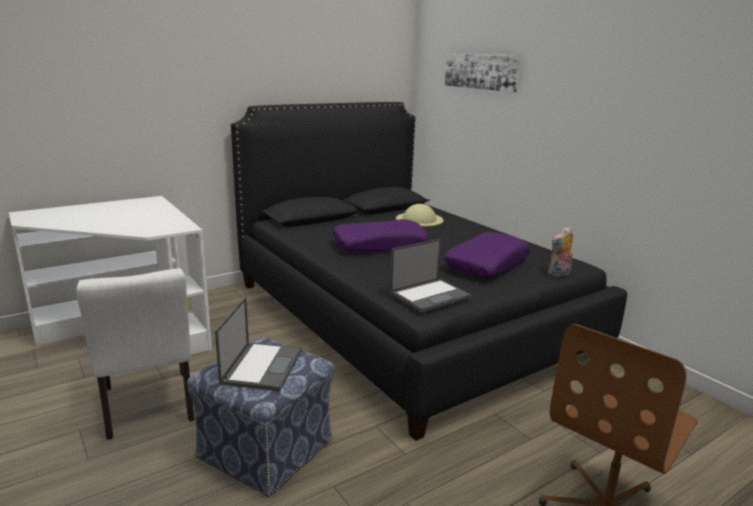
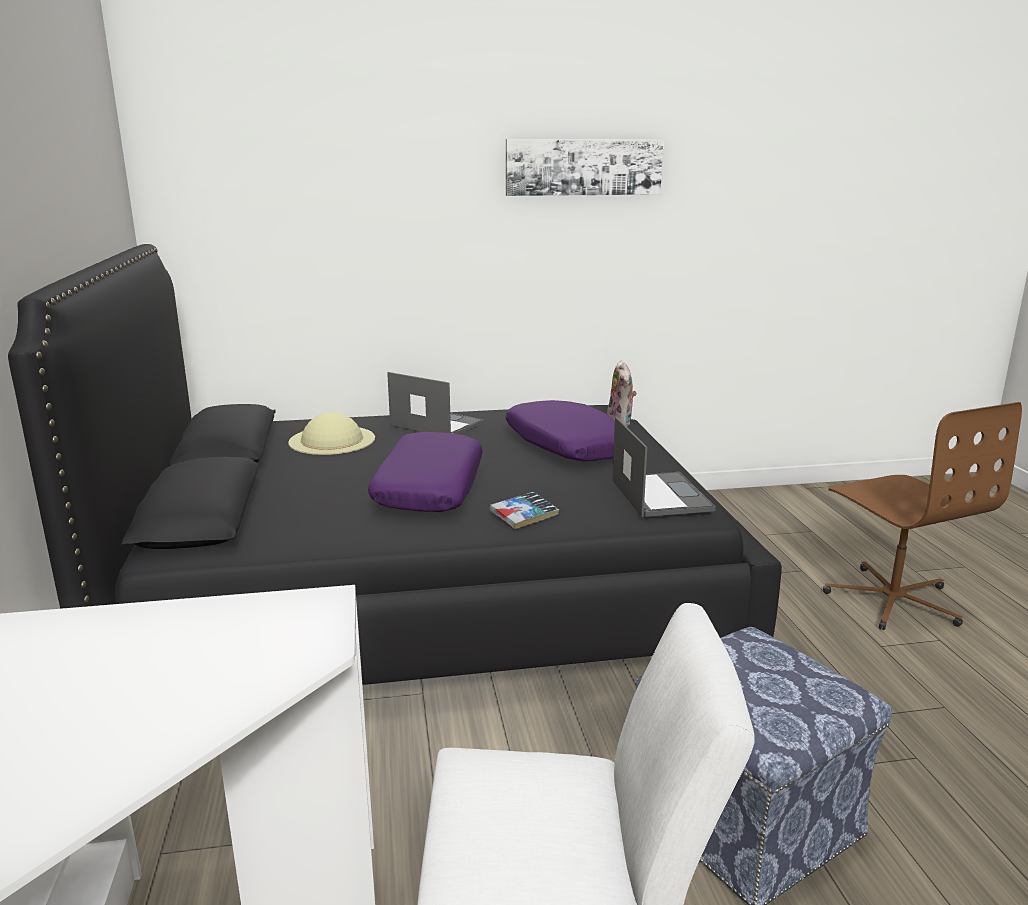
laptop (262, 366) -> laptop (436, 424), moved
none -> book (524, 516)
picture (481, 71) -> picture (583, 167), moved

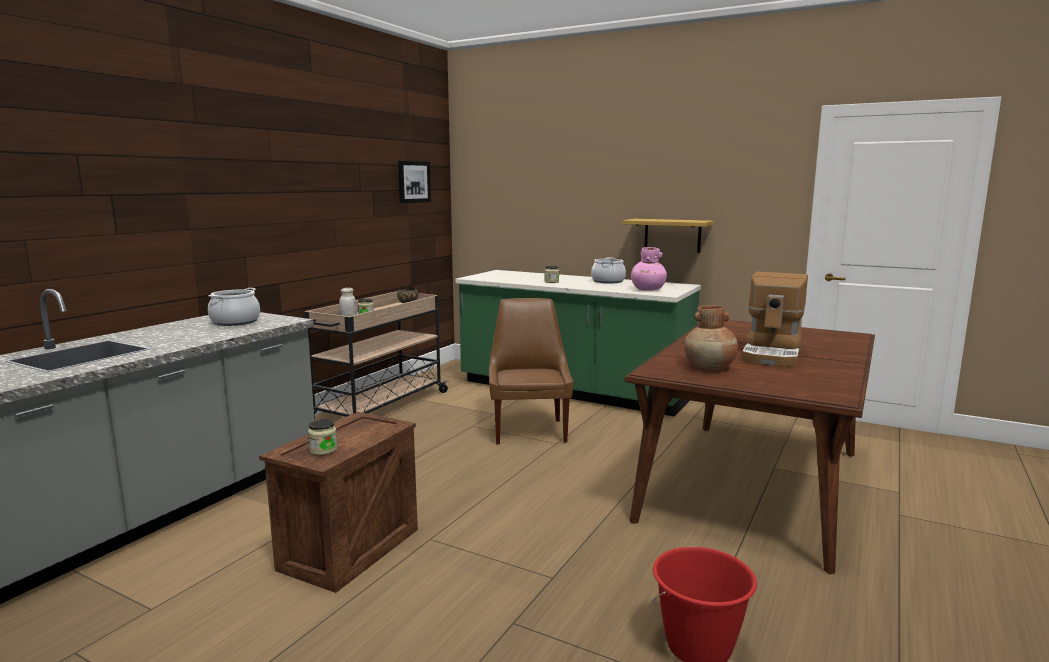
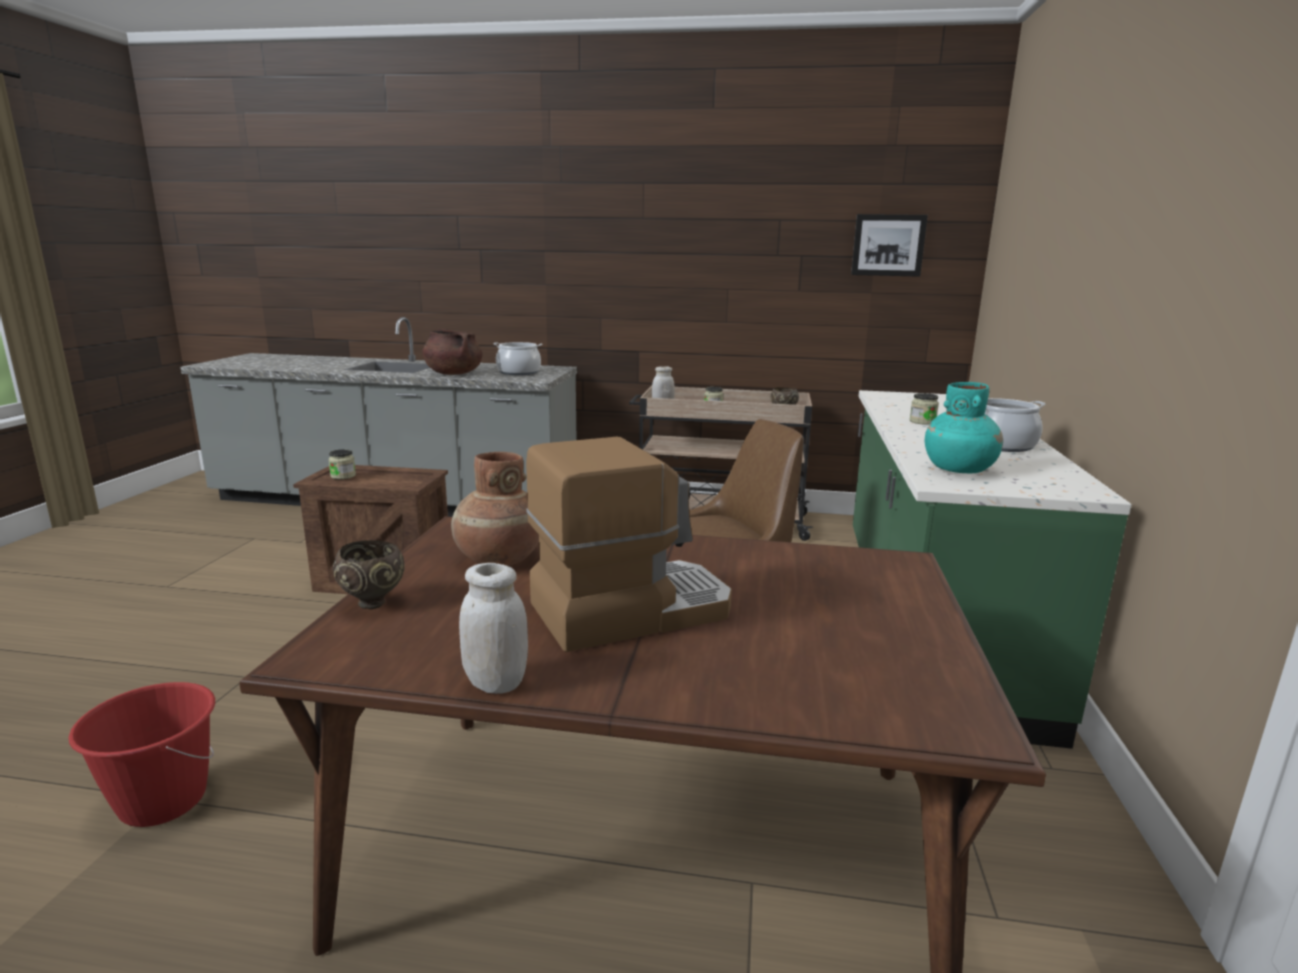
none -> brown bowl (374, 603)
none -> brown cooking pot (453, 374)
none -> white jar (496, 683)
coffee machine (773, 354) -> coffee machine (630, 609), 150 degrees clockwise
pink vase (648, 290) -> turquoise vase (959, 470)
shelf (672, 235) -> none

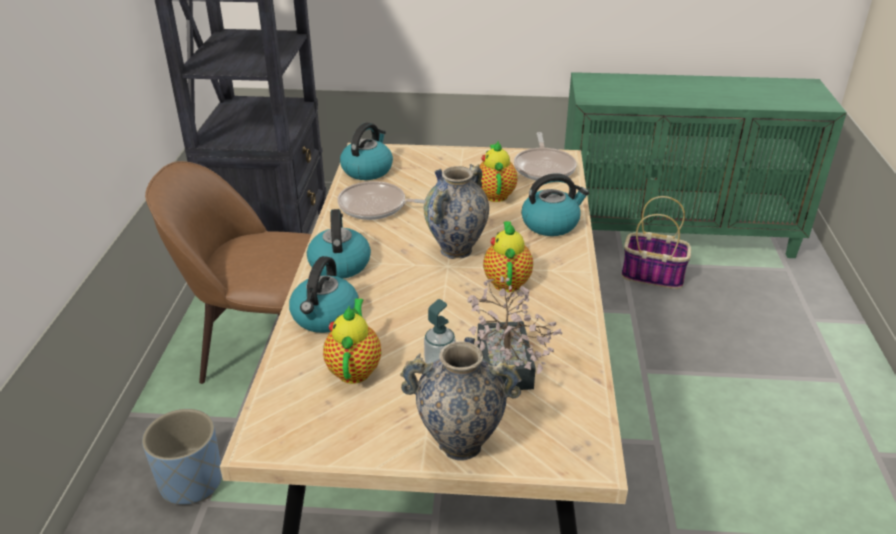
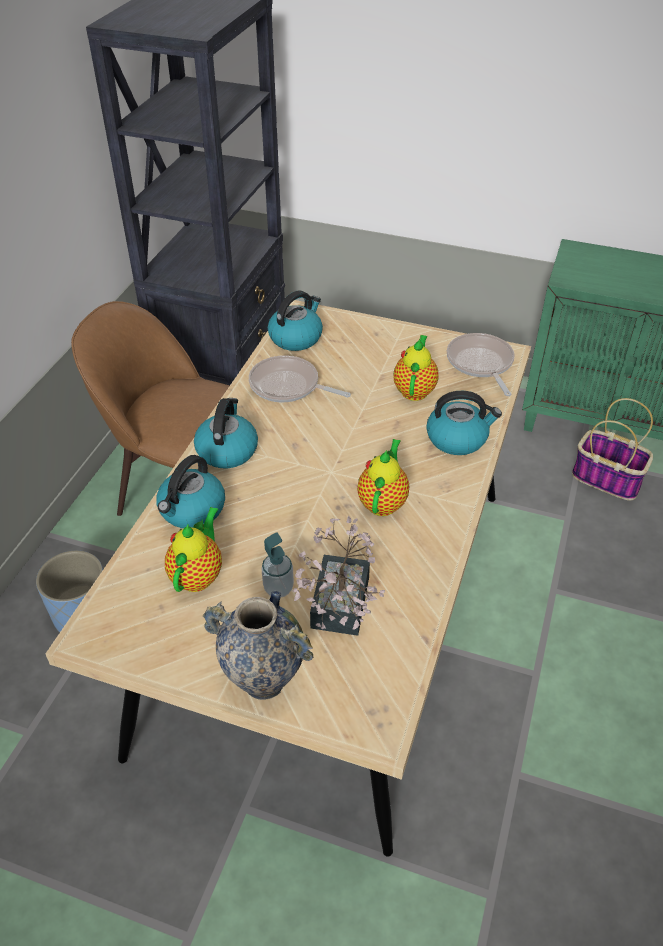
frying pan (544, 167) -> frying pan (480, 364), 150 degrees clockwise
vase (456, 250) -> none

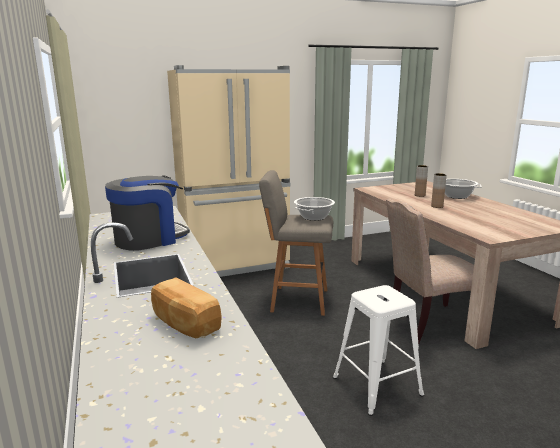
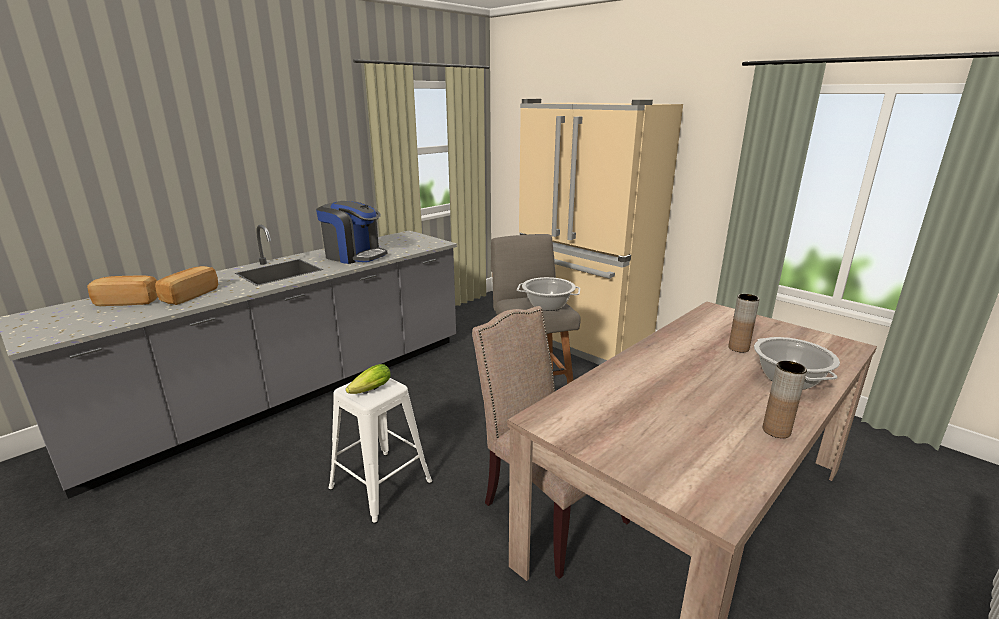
none -> bread (128, 301)
none -> lettuce (368, 391)
brown vase (437, 206) -> brown vase (776, 431), moved

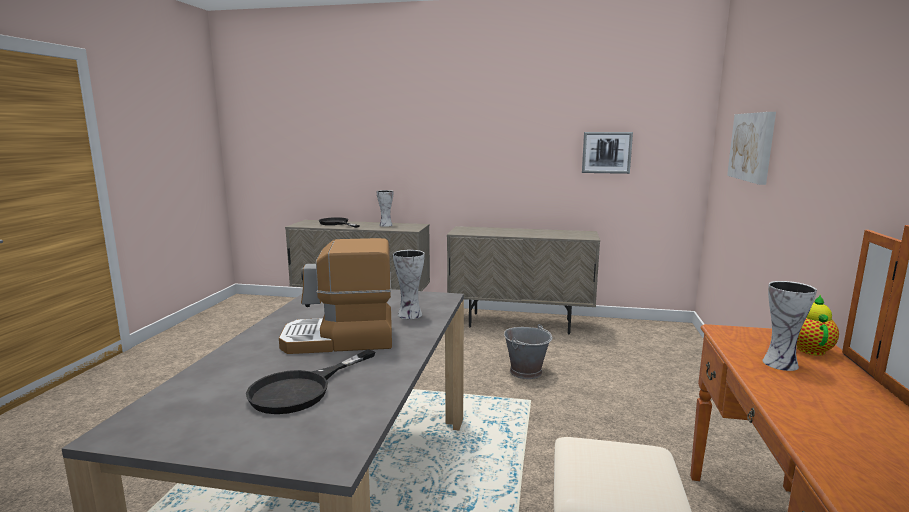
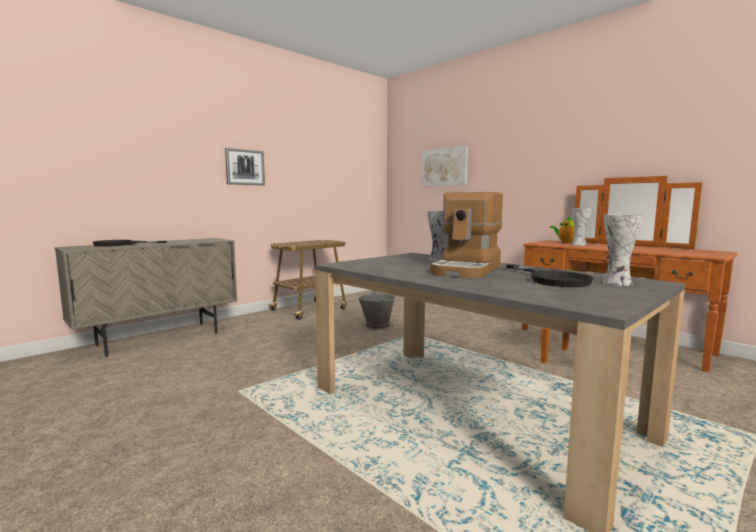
picture (606, 152) -> picture (245, 167), moved
beige cabinet (520, 323) -> cart (310, 309)
vase (385, 225) -> vase (617, 283), moved

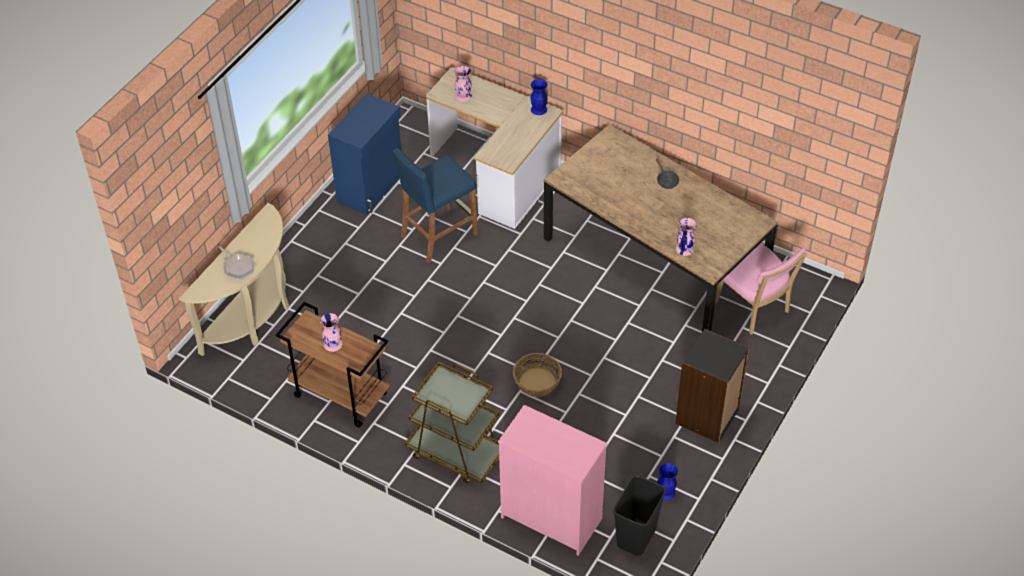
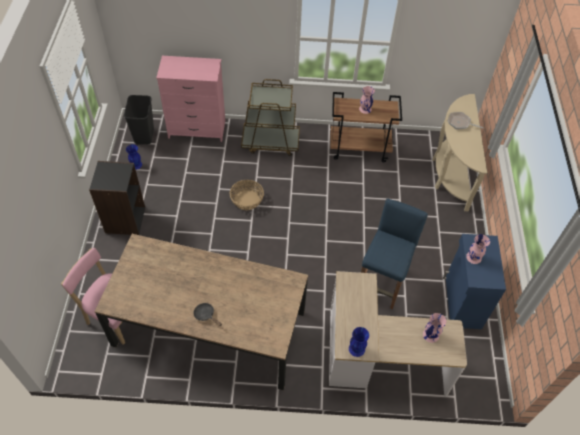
pink vase (684, 248) -> pink vase (474, 257), moved

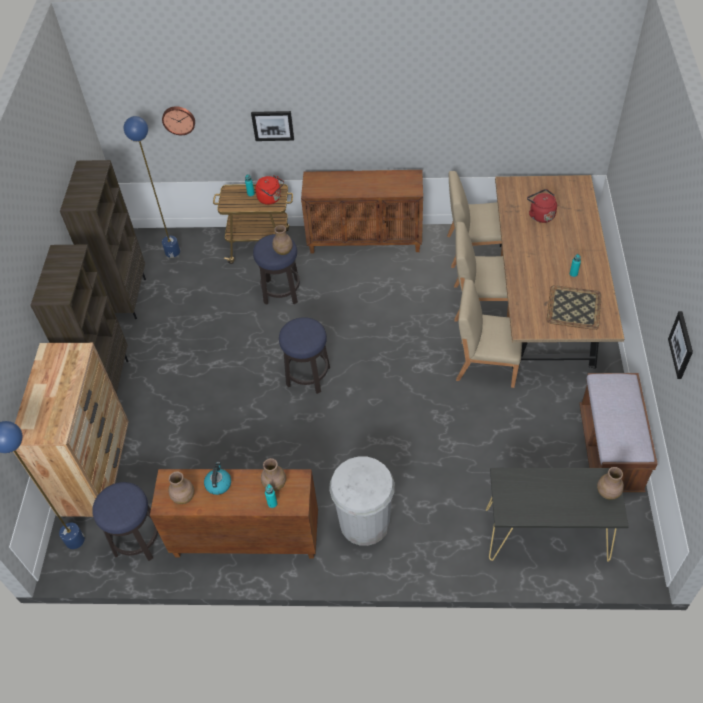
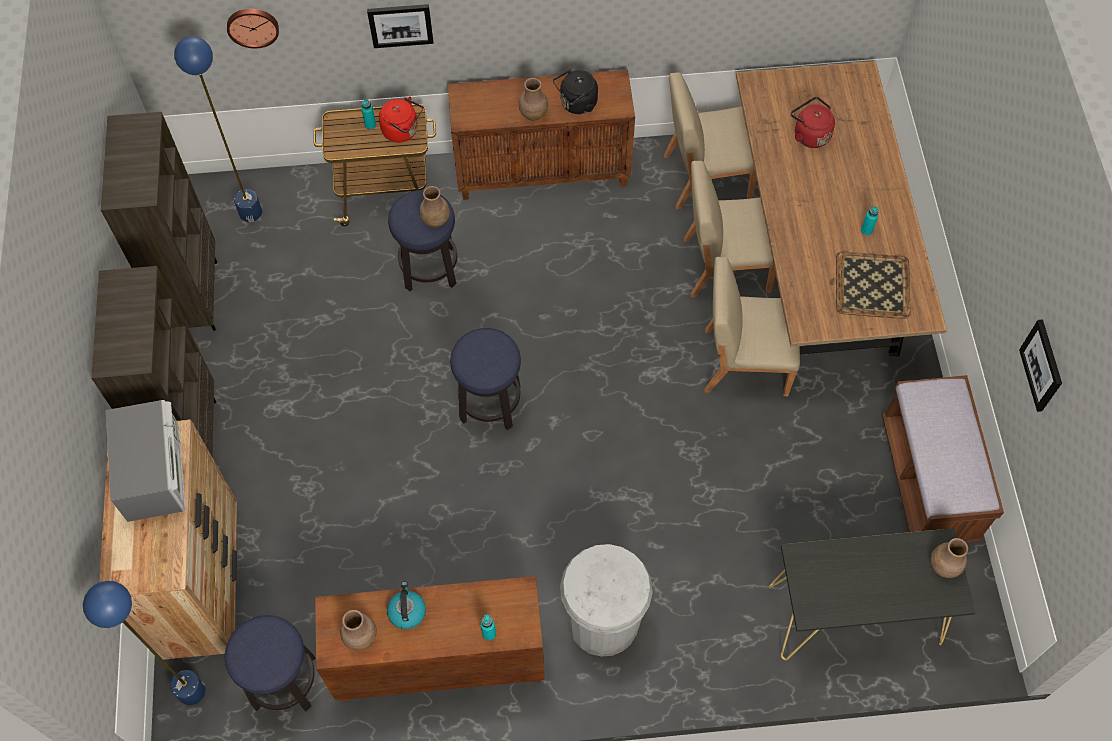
none -> microwave (155, 471)
brown vase (274, 484) -> brown vase (533, 114), moved
none -> black kettle (576, 104)

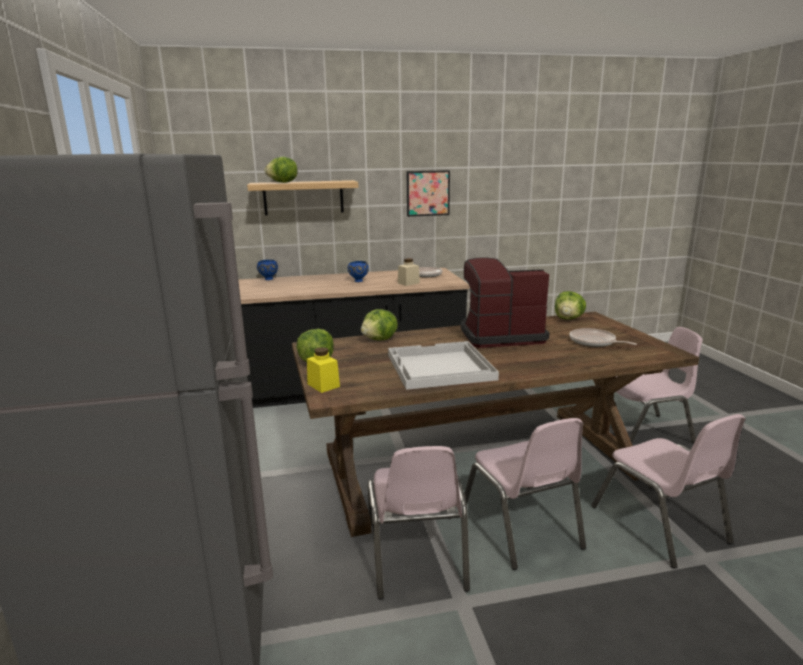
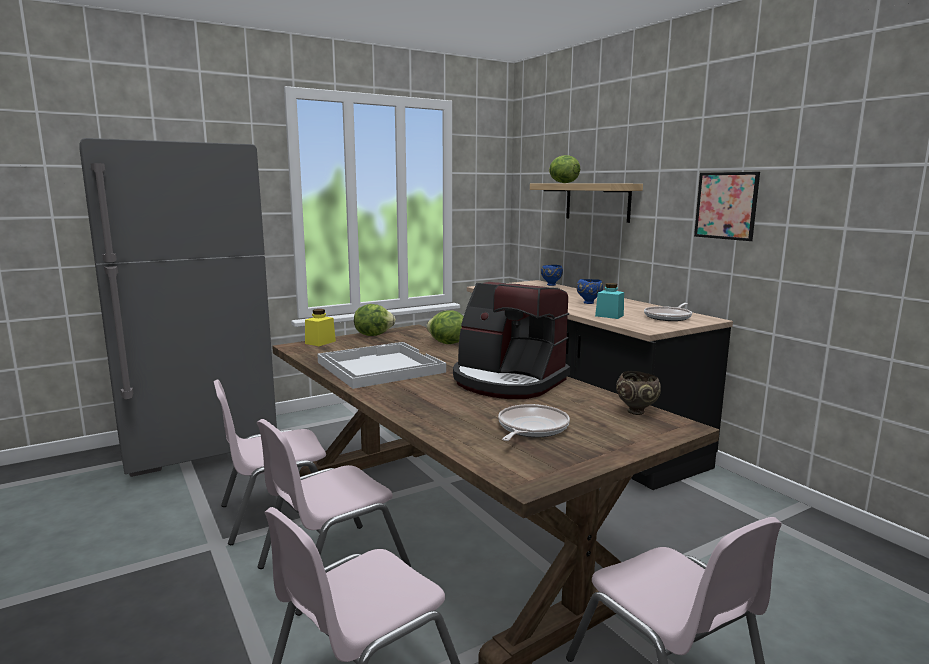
coffee machine (500, 335) -> coffee machine (507, 381), 150 degrees clockwise
beige jar (408, 283) -> turquoise jar (609, 316)
lettuce (568, 319) -> brown bowl (637, 412)

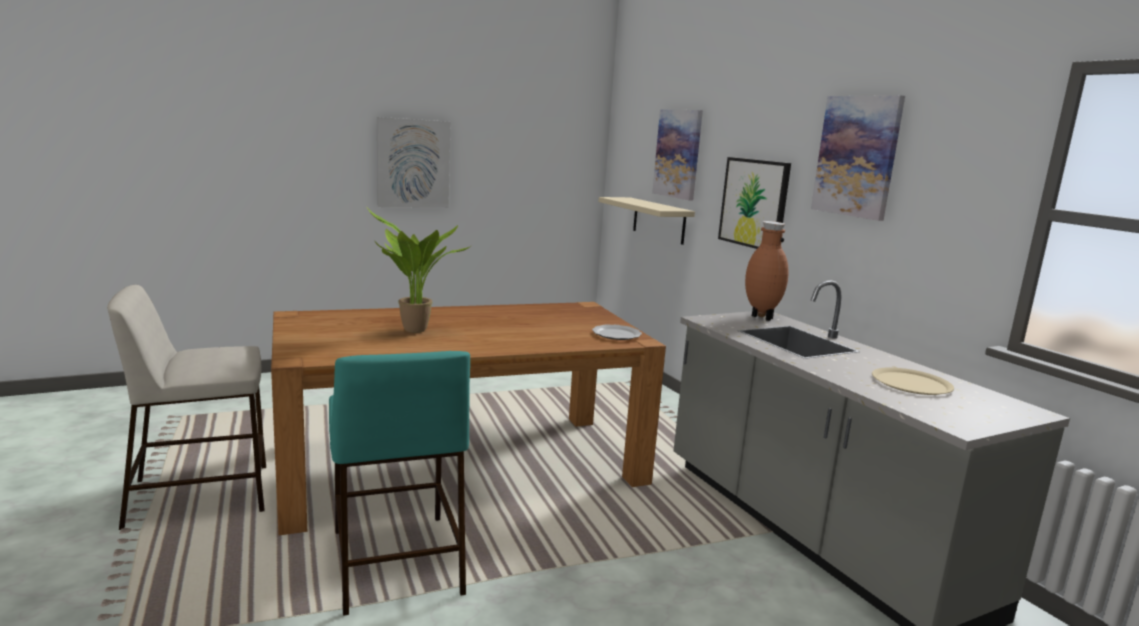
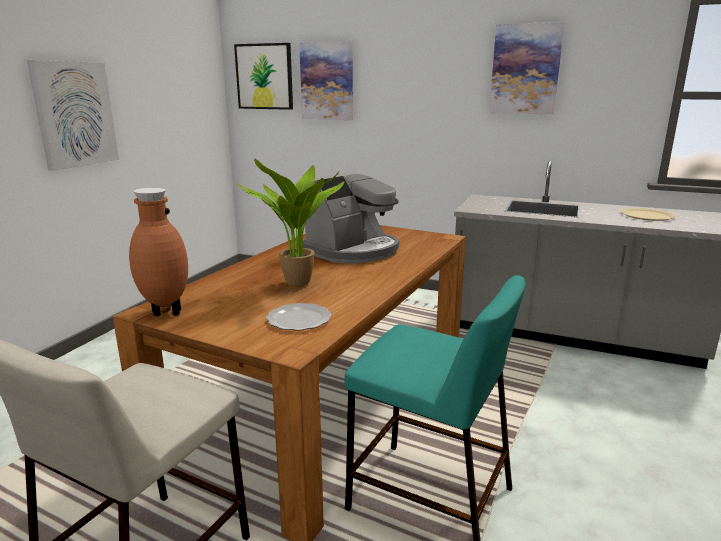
brown vase (760, 317) -> brown vase (164, 313), moved
picture (754, 203) -> picture (264, 76), moved
plate (616, 334) -> plate (298, 319), moved
none -> coffee machine (353, 250)
beige shelf (659, 220) -> none

